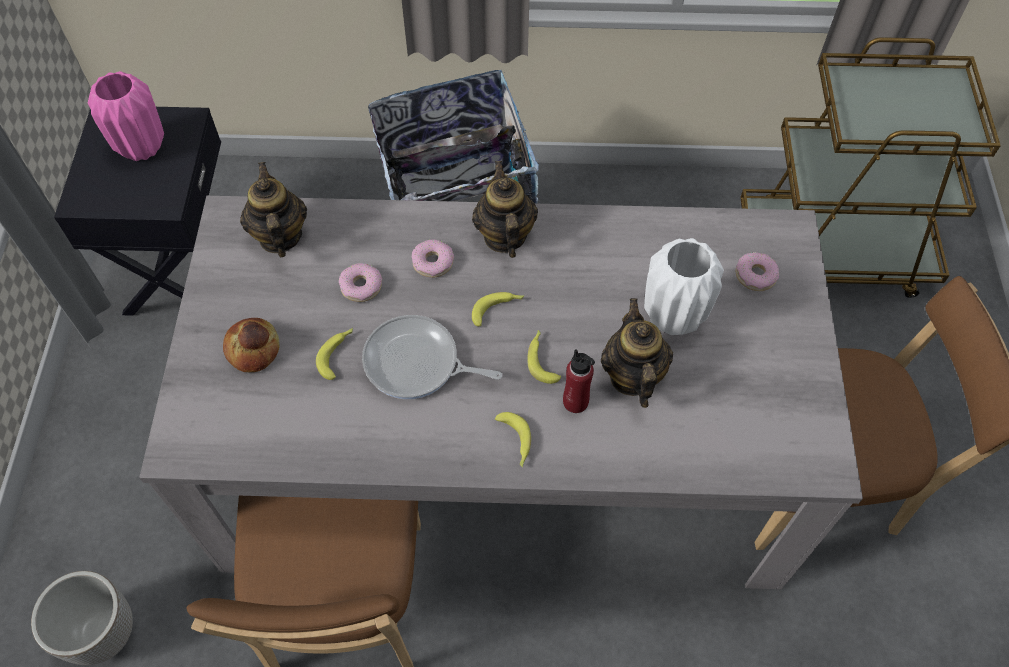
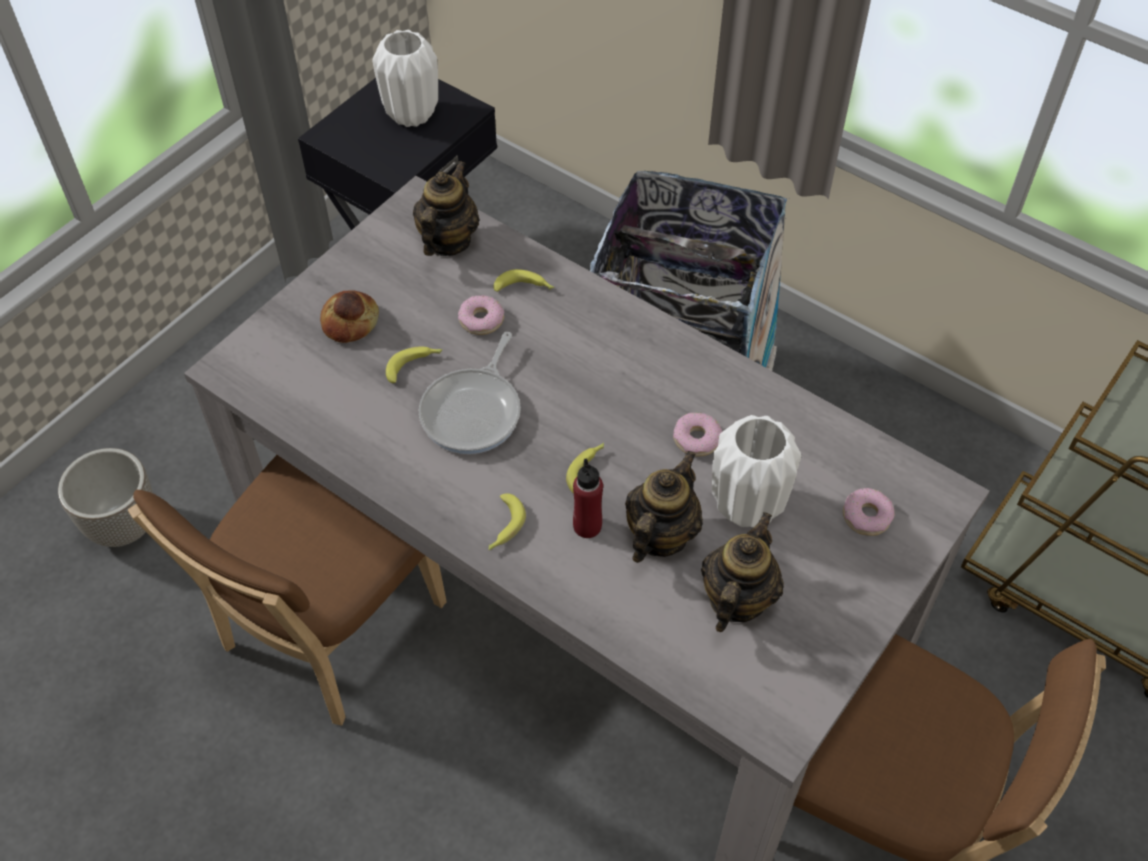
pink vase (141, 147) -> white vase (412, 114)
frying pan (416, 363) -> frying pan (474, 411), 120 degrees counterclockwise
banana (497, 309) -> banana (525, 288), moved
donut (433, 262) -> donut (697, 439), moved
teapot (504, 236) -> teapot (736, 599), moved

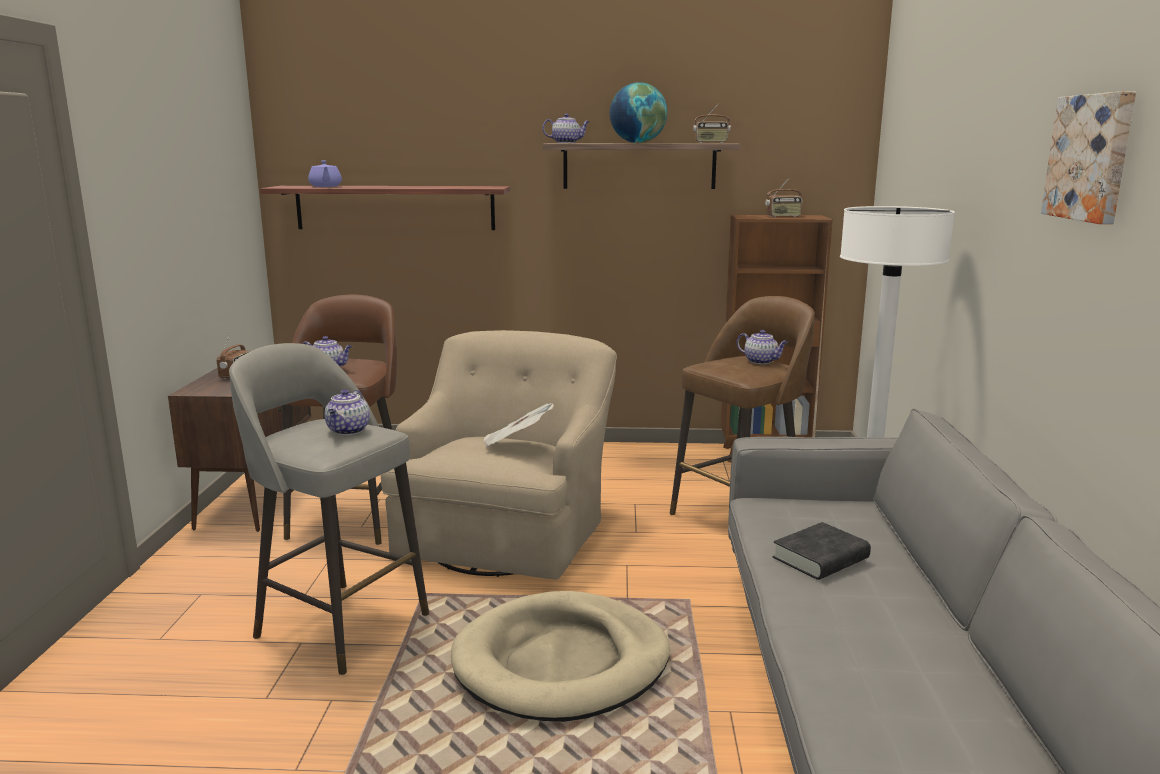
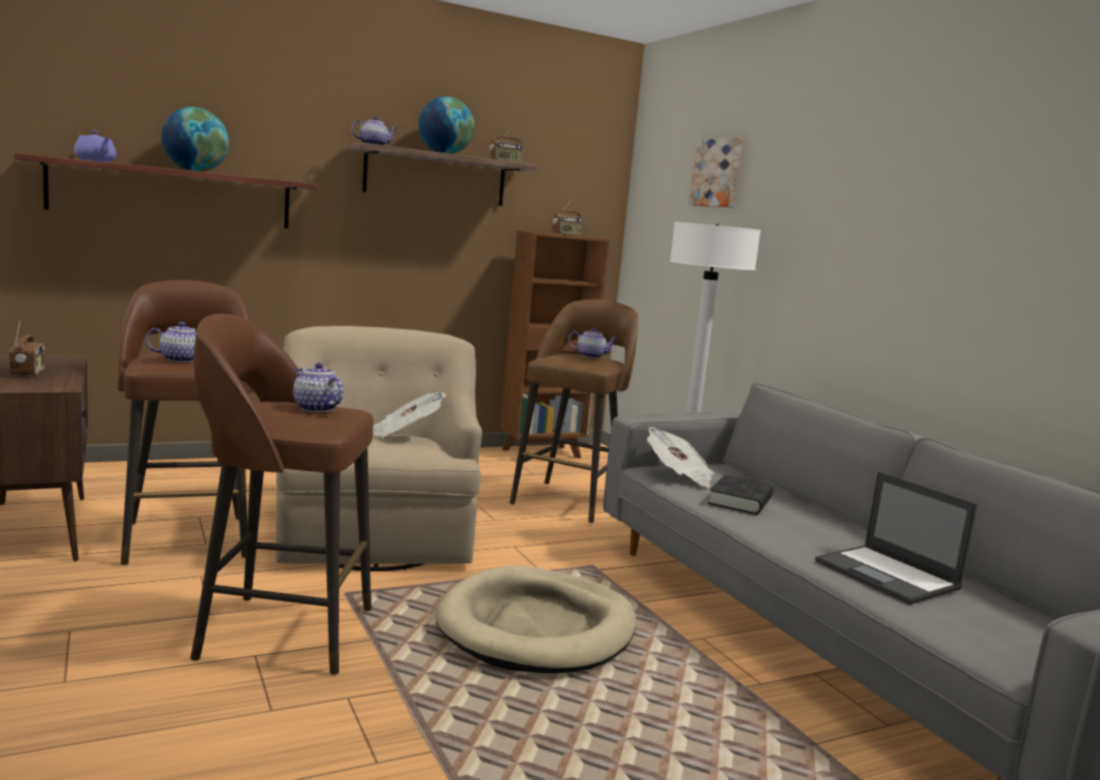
none -> globe (195, 171)
grey stool (339, 624) -> brown stool (281, 632)
teapot (348, 431) -> teapot (315, 408), 150 degrees clockwise
none -> newspaper (679, 476)
picture (1092, 157) -> picture (717, 173), moved
none -> laptop (888, 575)

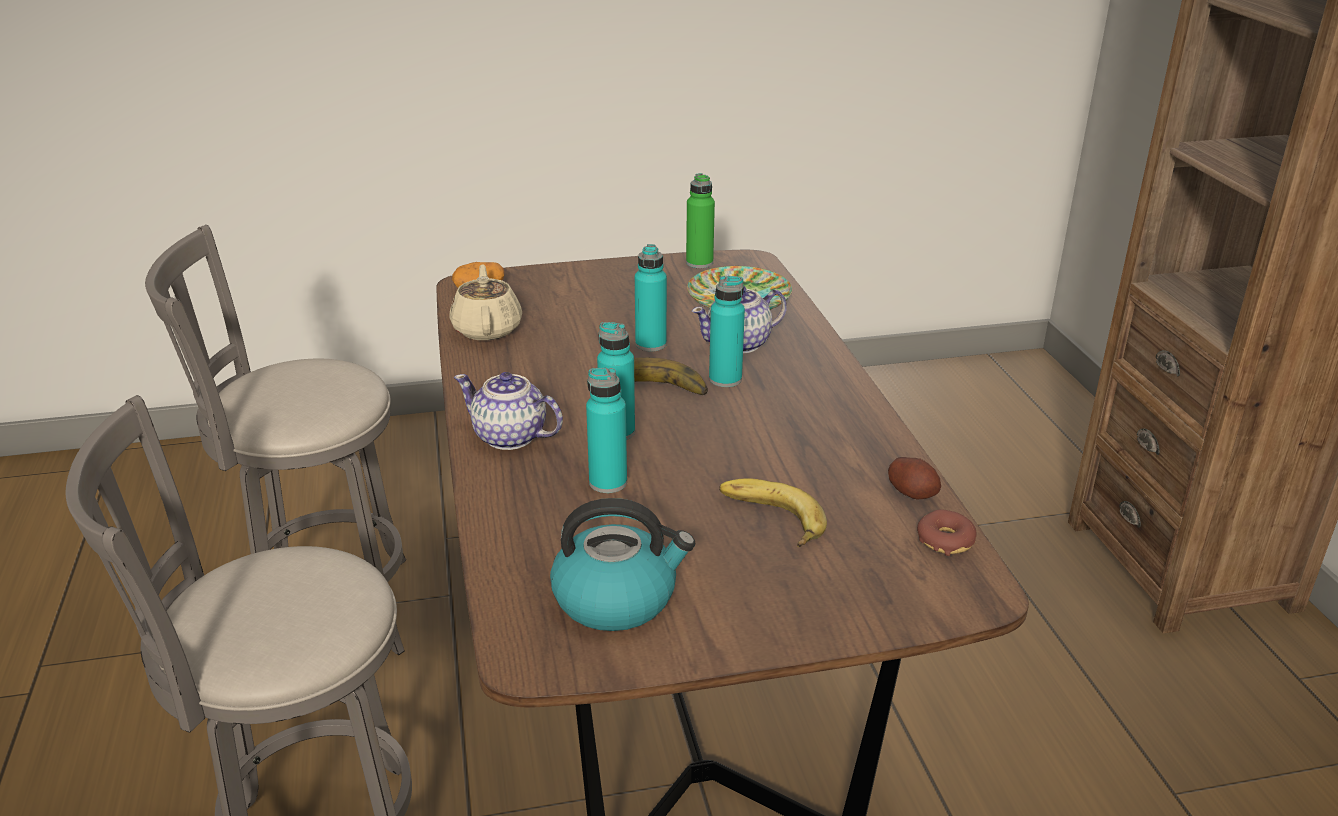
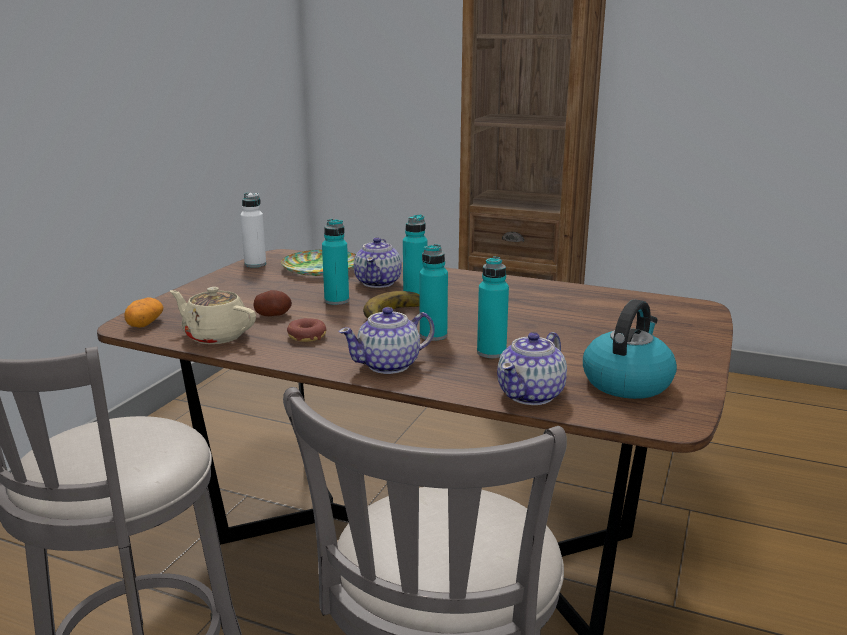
green bottle (699, 263) -> white bottle (255, 264)
potato (912, 492) -> potato (273, 315), moved
donut (945, 540) -> donut (307, 336), moved
none -> teapot (531, 395)
banana (768, 520) -> none

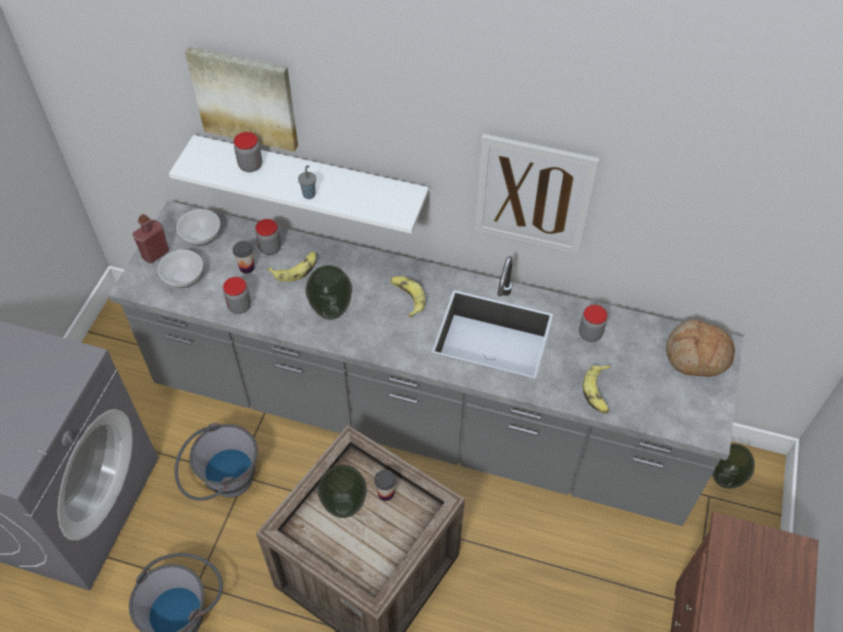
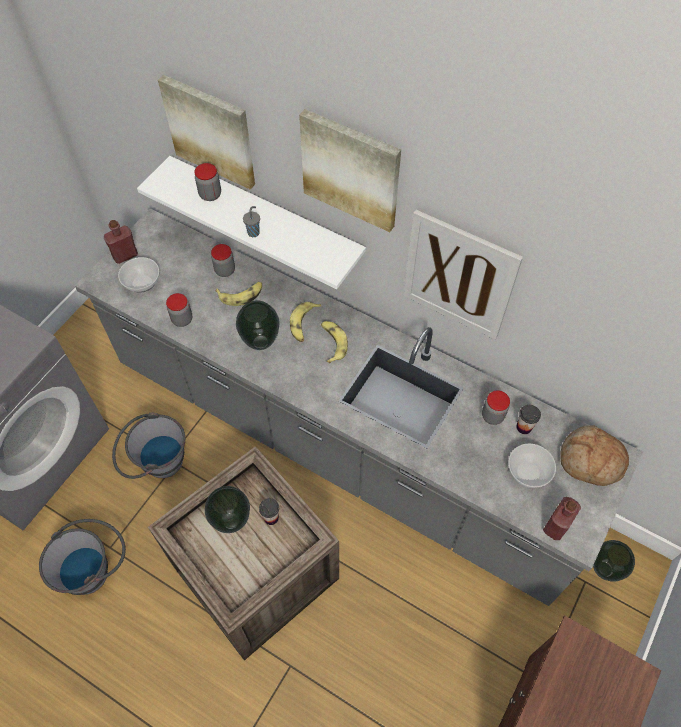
banana (598, 392) -> banana (304, 324), moved
none -> picture (351, 169)
bowl (202, 236) -> bowl (528, 472), moved
cup (247, 267) -> cup (524, 427), moved
none -> red bottle (556, 526)

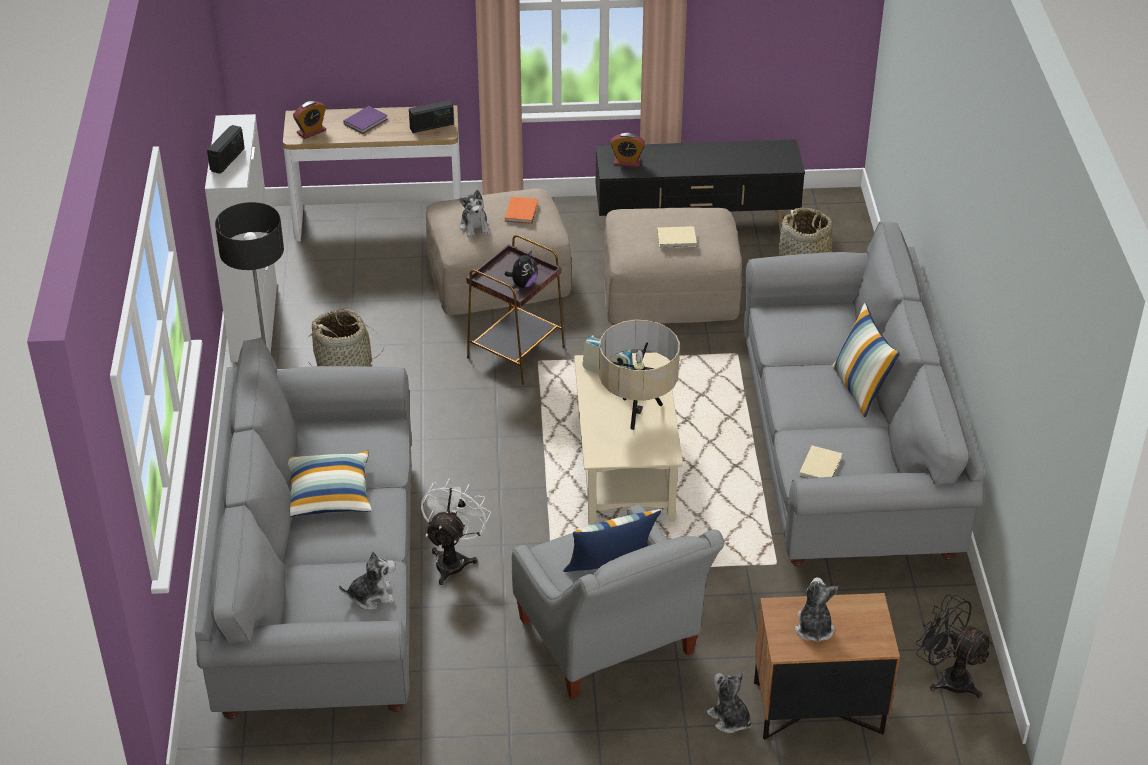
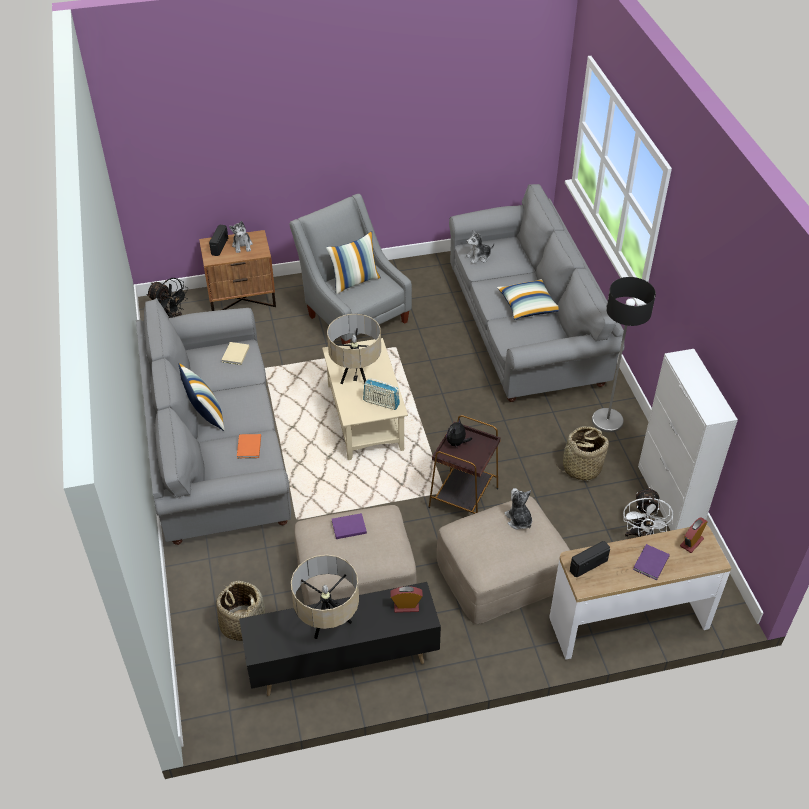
radio (228, 160) -> radio (219, 246), moved
orange book (522, 211) -> orange book (248, 448), moved
none -> beige table lamp (328, 625)
beige book (678, 239) -> purple book (348, 527)
white fan (453, 559) -> white fan (641, 535), moved
plush toy (729, 719) -> none

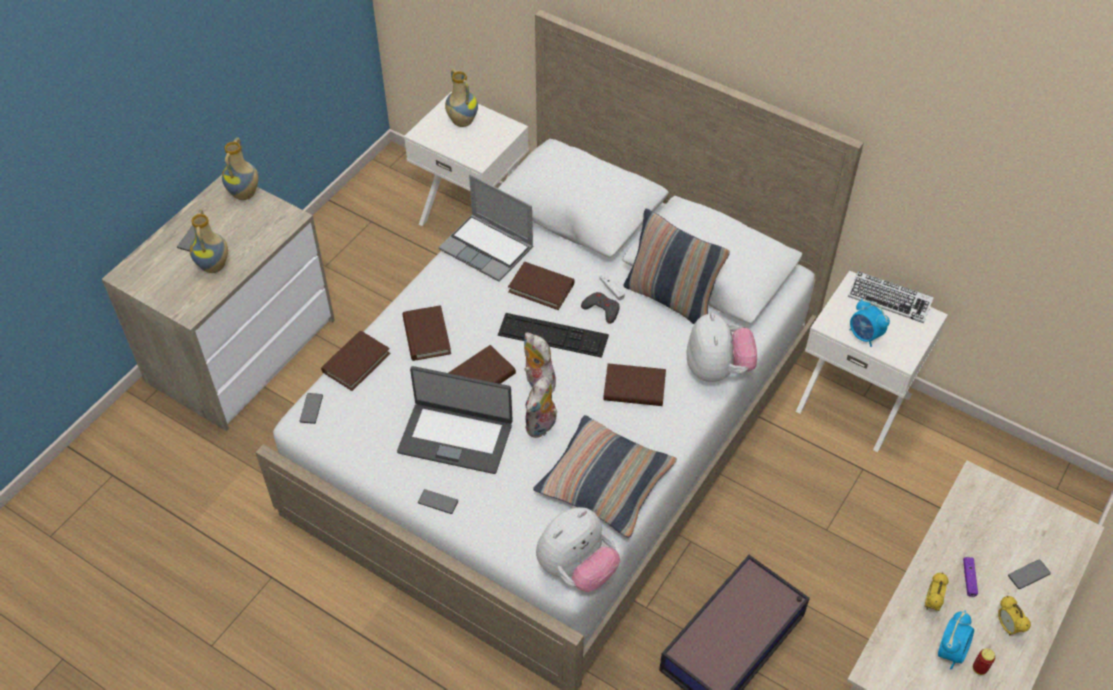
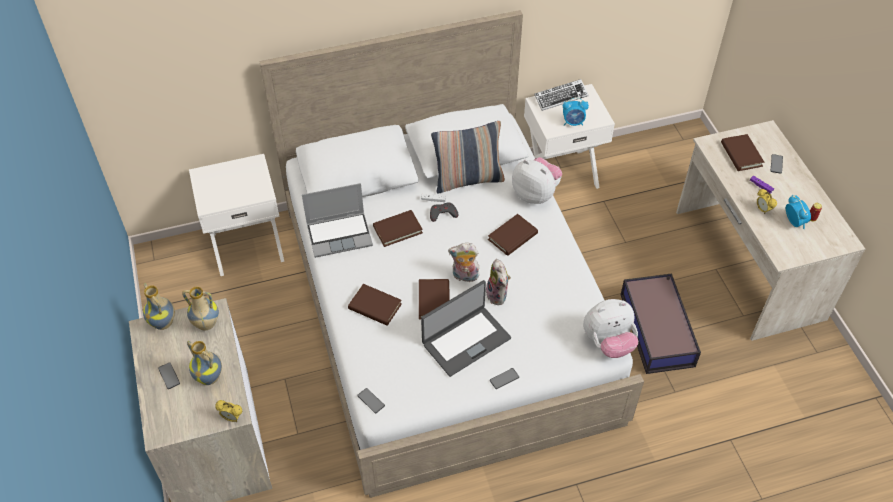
vase (461, 122) -> vase (206, 324), moved
alarm clock (1007, 627) -> alarm clock (232, 418), moved
plush toy (576, 568) -> plush toy (608, 342), 75 degrees clockwise
brown book (356, 362) -> brown book (741, 154), moved
keyboard (553, 335) -> none
pillow (605, 483) -> none

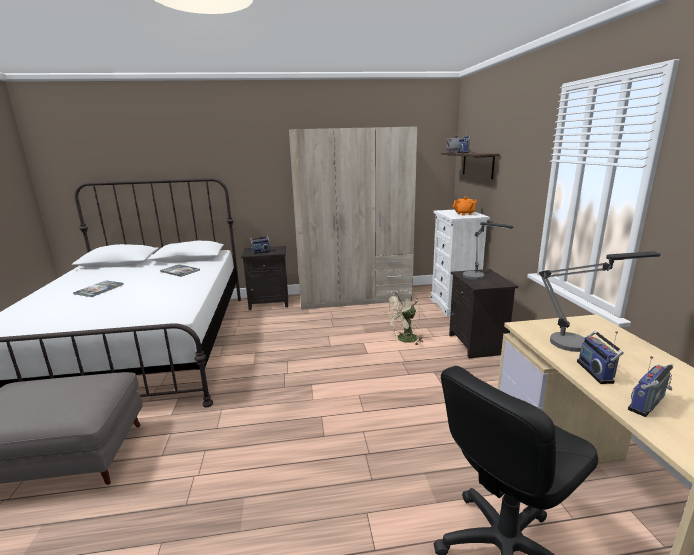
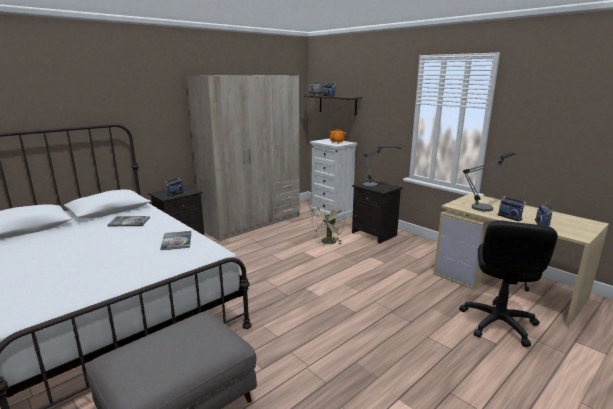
book (99, 289) -> book (176, 241), moved

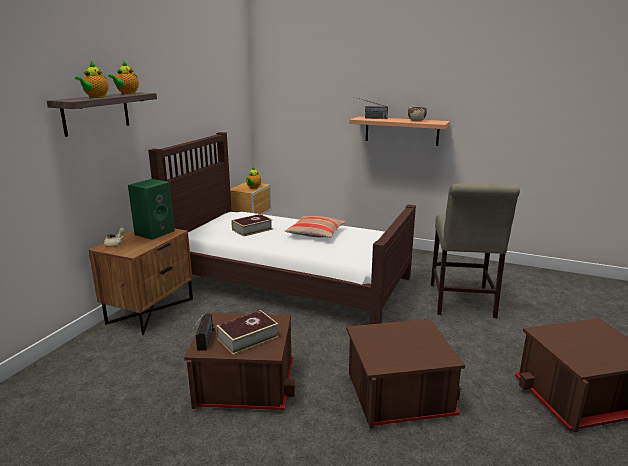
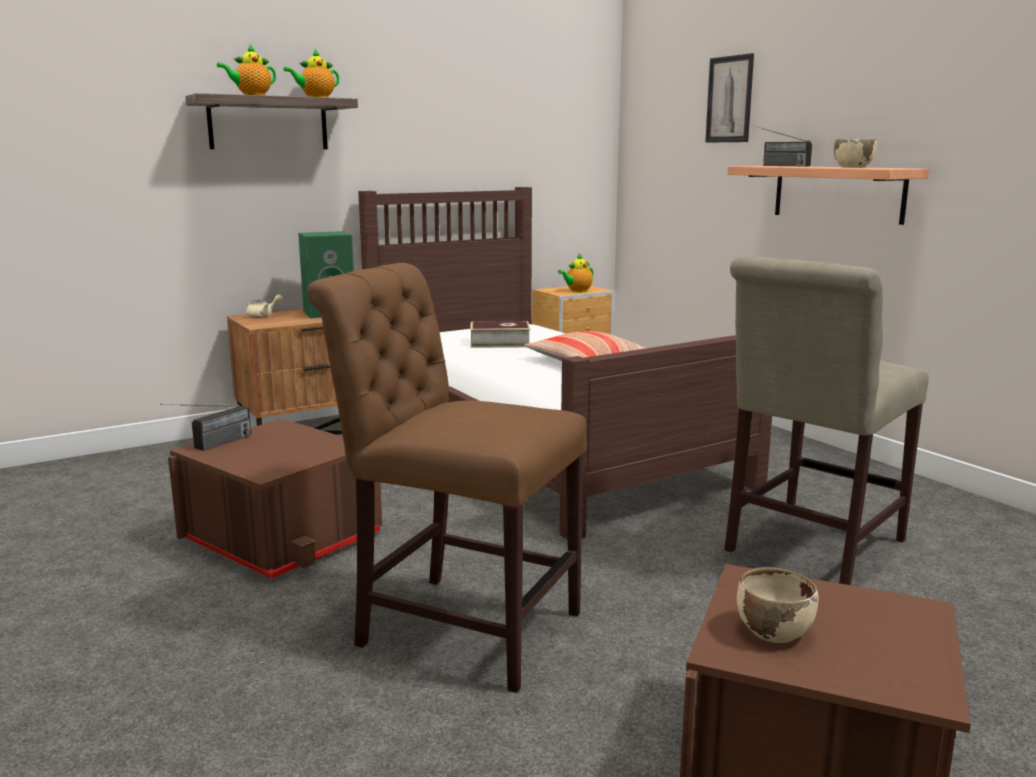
brown storage box (398, 395) -> brown chair (459, 625)
none -> picture (729, 99)
none -> beige bowl (773, 631)
book (247, 338) -> none

